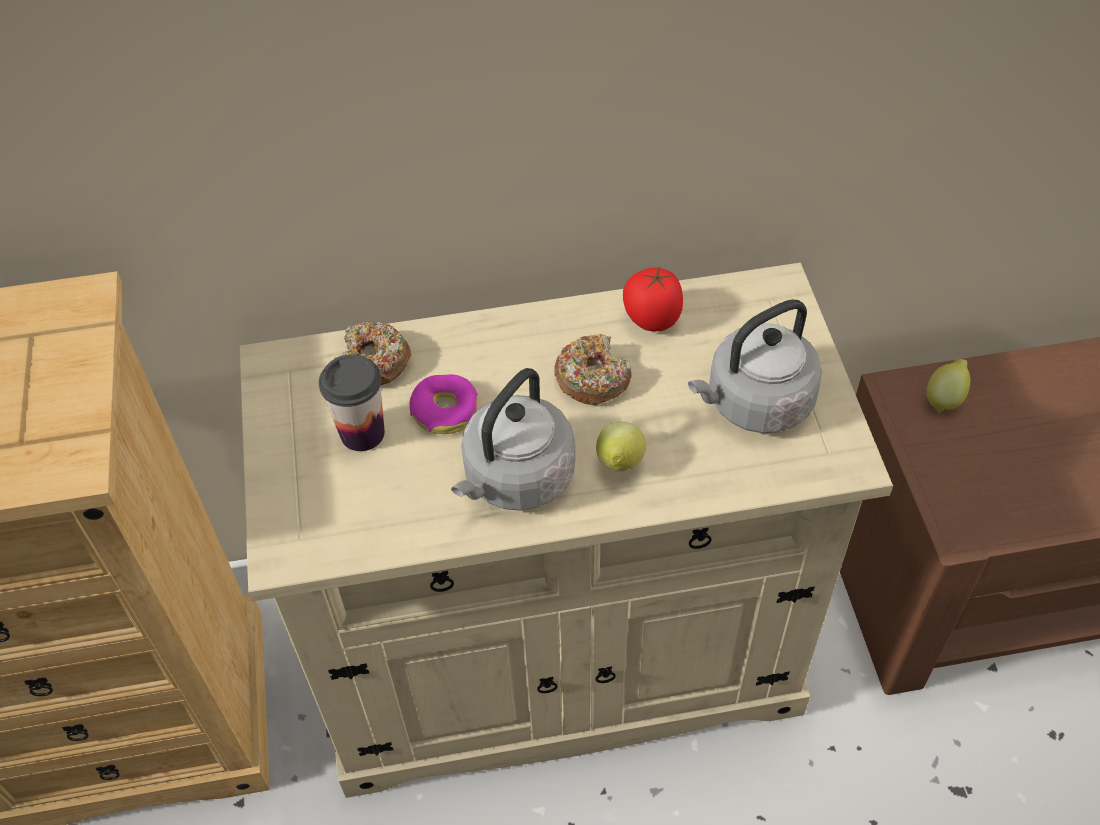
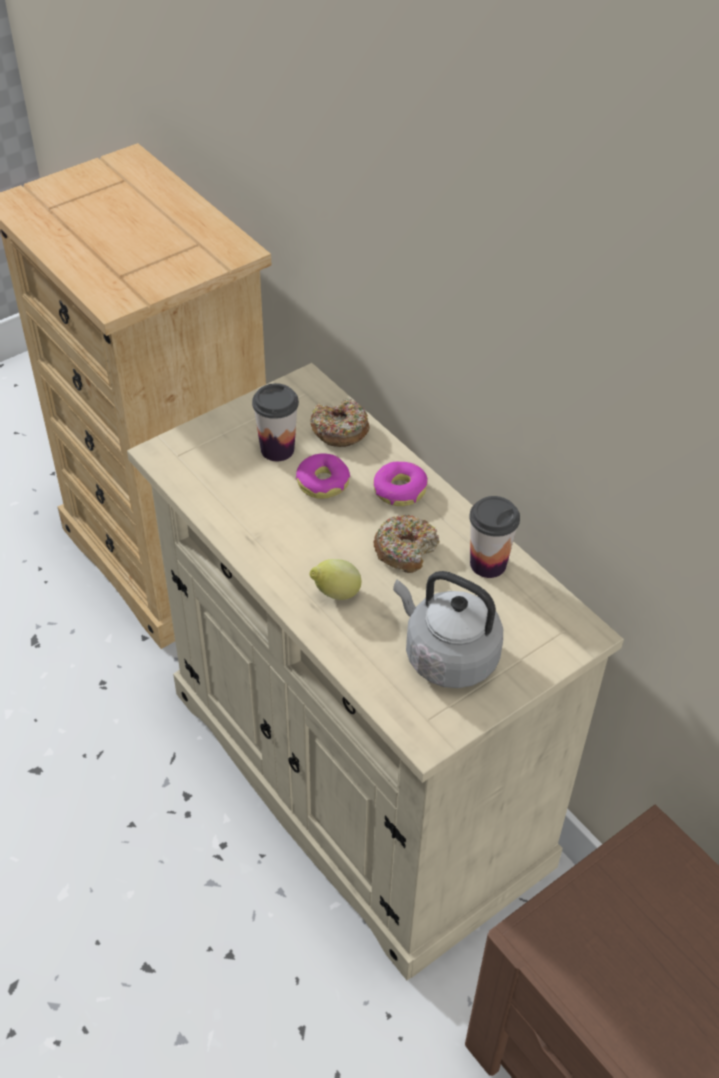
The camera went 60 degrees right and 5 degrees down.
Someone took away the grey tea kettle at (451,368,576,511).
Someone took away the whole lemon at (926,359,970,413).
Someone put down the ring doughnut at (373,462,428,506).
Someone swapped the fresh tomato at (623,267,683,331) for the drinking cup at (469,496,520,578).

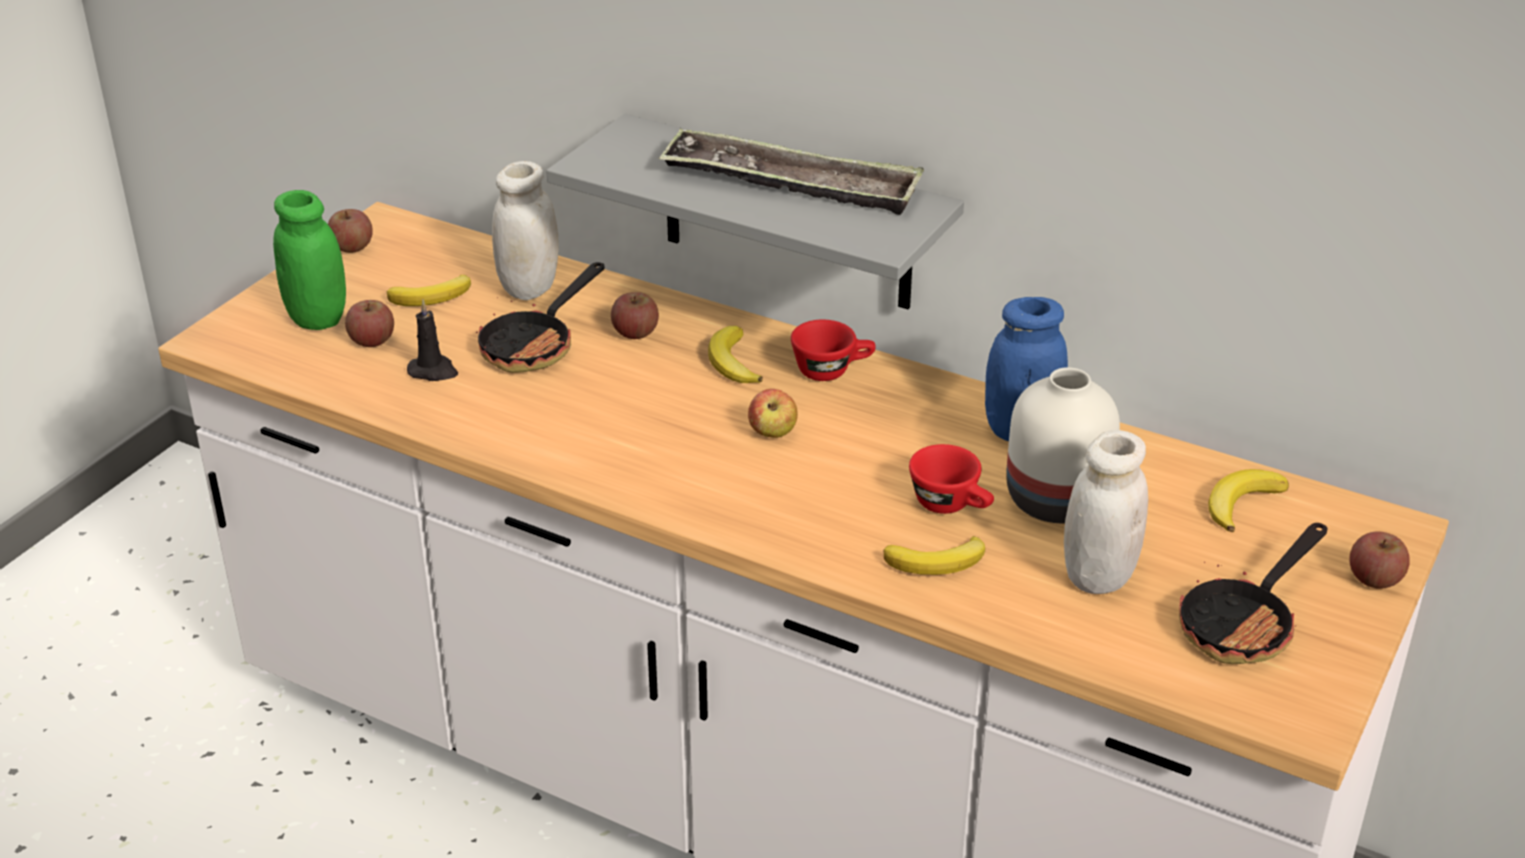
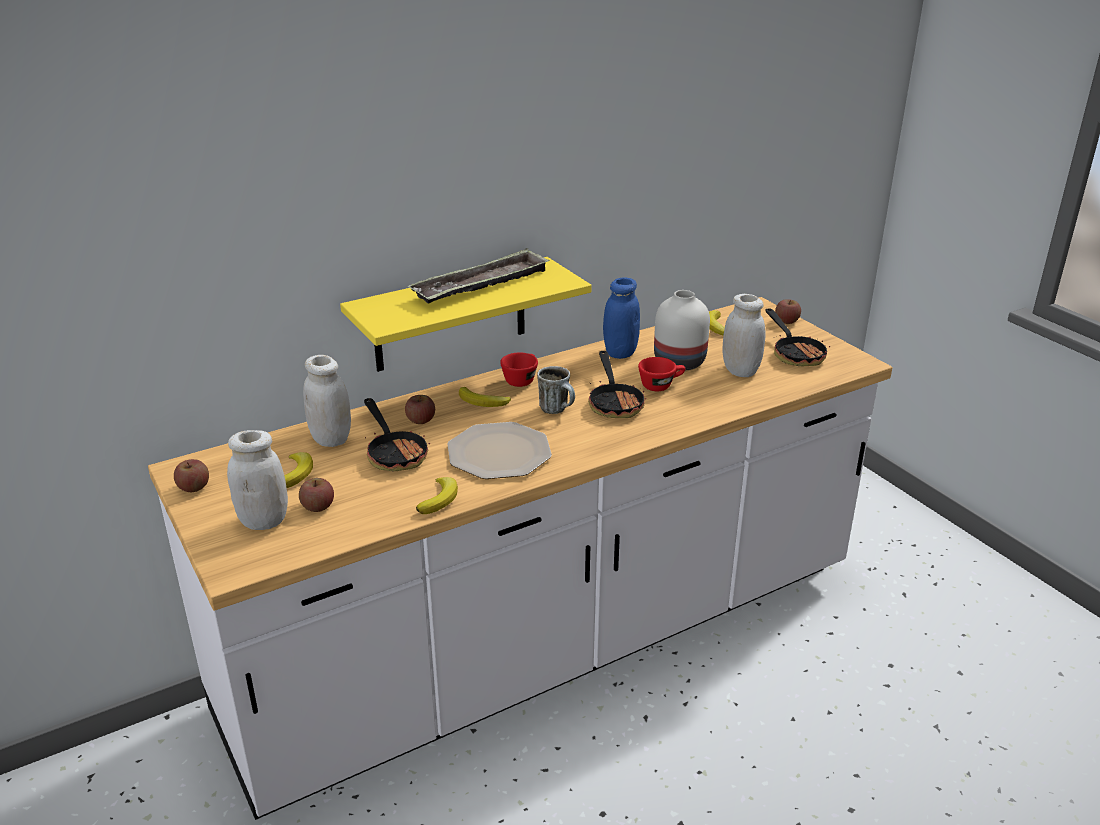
The camera went 60 degrees left and 5 degrees down.
Someone took away the black-coloured wax candle at (407,300,458,381).
Someone put down the dinner plate at (447,422,552,479).
Someone put down the frying pan at (588,351,646,418).
Someone carried the whole banana from (884,536,985,575) to (416,477,458,514).
Someone swapped the apple fruit at (748,389,798,438) for the tea mug at (537,366,575,414).
Someone repainted the green-coloured jar at (273,190,346,330), which became the whitish jar at (227,430,288,530).
Someone repainted the grey wall shelf at (546,114,964,309), which became the yellowish wall shelf at (340,257,592,372).

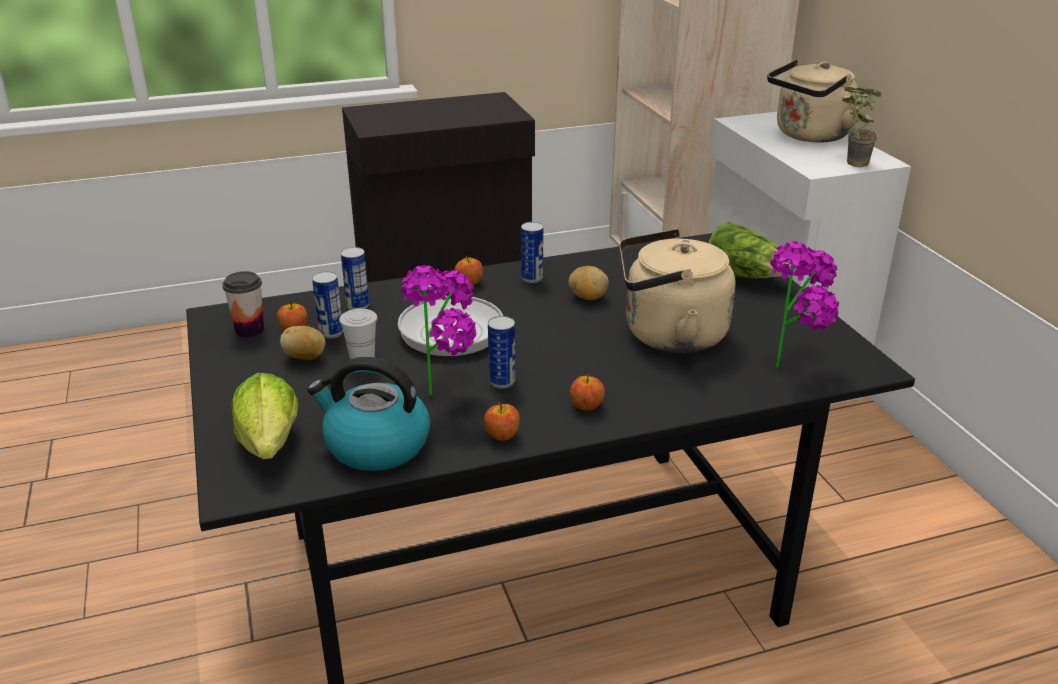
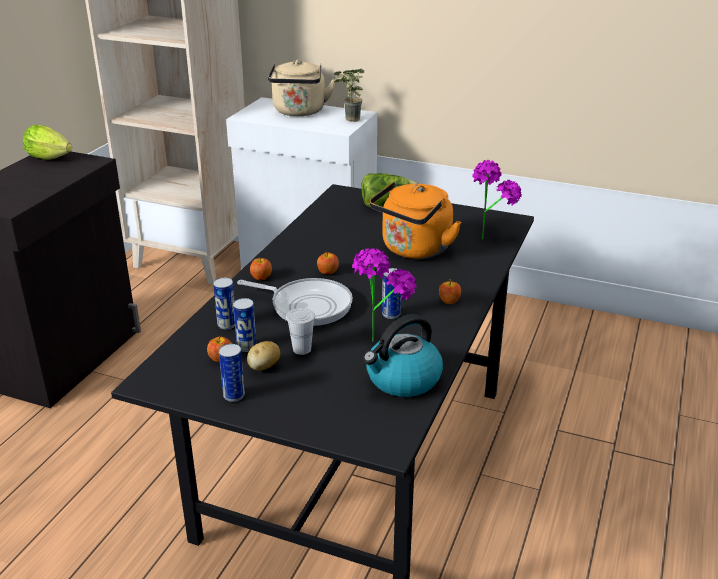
The camera went 50 degrees left and 0 degrees up.
Someone took away the drinking cup at (222,271,264,338).
Someone took away the spud at (569,266,608,300).
Someone carried the lettuce from (231,373,298,459) to (23,125,72,160).
Someone carried the apple fruit from (484,402,520,441) to (317,252,339,274).
Someone carried the metal can from (521,222,543,283) to (219,344,245,402).
Someone repainted the beige-coloured tea kettle at (619,229,735,353), which became the orangey tea kettle at (370,182,461,259).

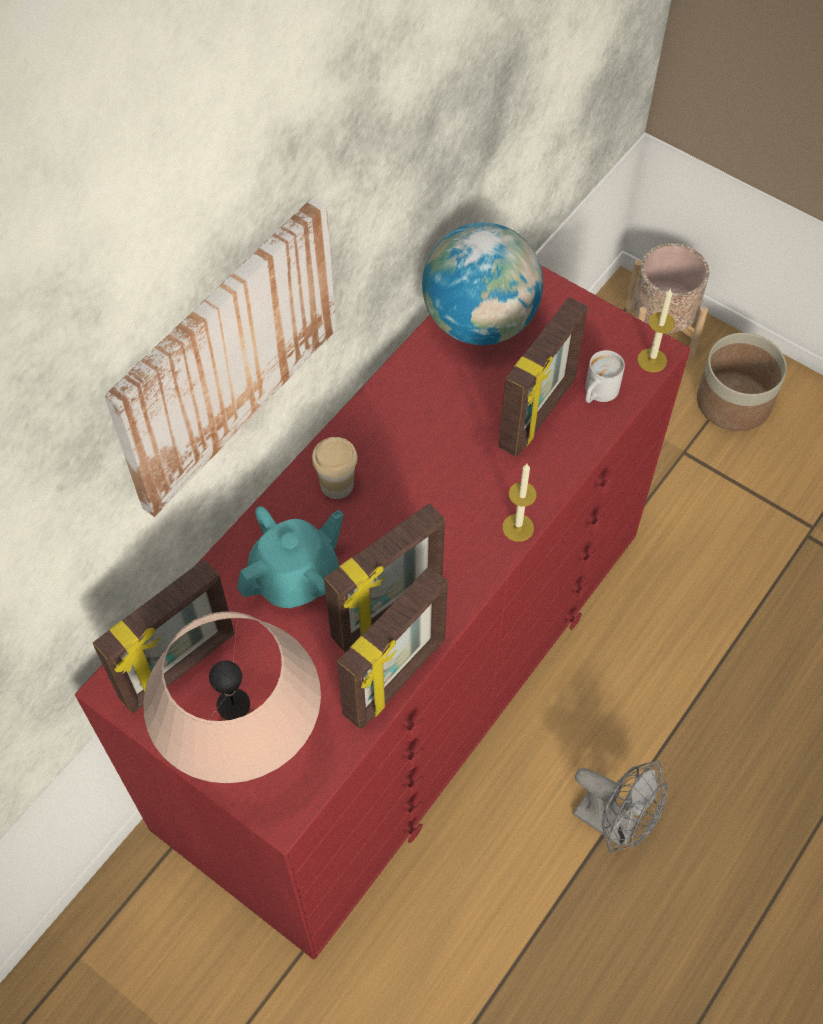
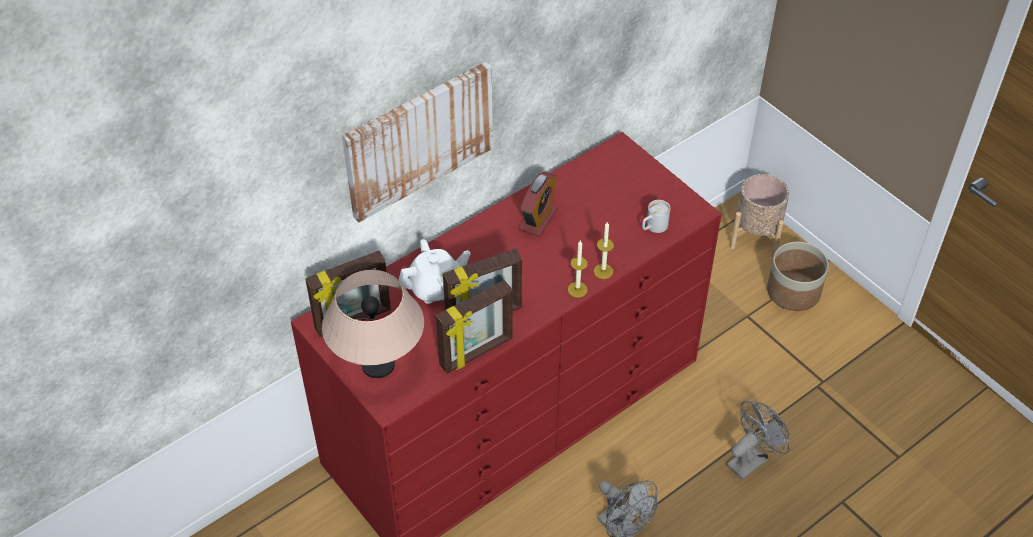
The camera went 15 degrees right and 10 degrees down.
Someone took away the drinking cup at (312,437,357,499).
Someone took away the world globe at (422,222,543,345).
Someone took away the picture frame at (498,297,588,457).
Someone put down the bedside clock at (519,172,558,237).
Someone put down the grey cooling fan at (727,401,790,480).
Someone carried the wax candle from (637,288,675,372) to (594,222,614,279).
Someone repainted the turquoise teapot at (237,506,344,608), which became the whitish teapot at (399,239,471,304).

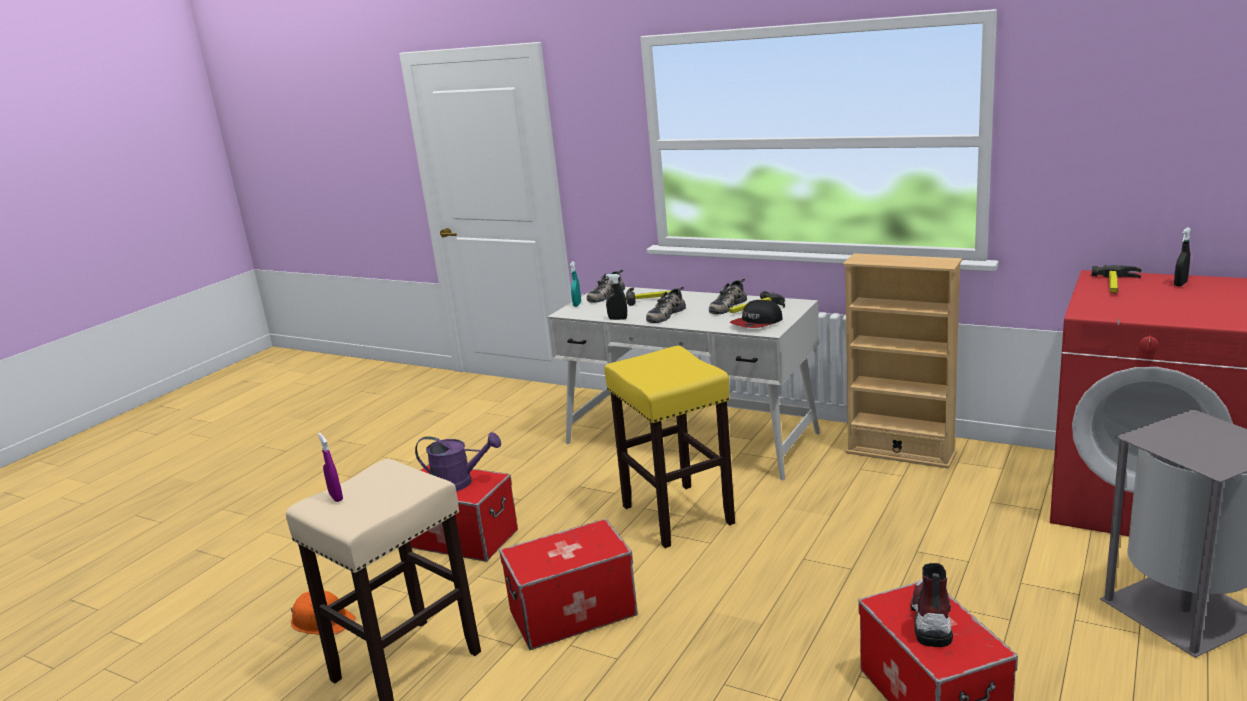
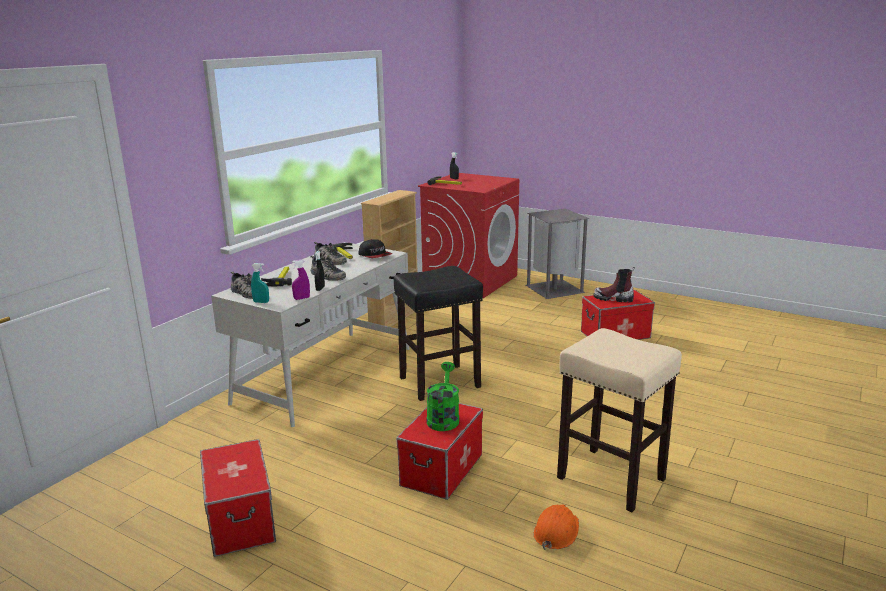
The camera went 90 degrees left and 0 degrees up.
Someone carried the purple-coloured hand sprayer from (318,433,343,502) to (292,259,310,300).
Someone carried the storage box from (499,519,638,650) to (200,439,276,557).
Someone repainted the purple-coloured sprinkling can at (415,432,501,491), which became the green-coloured sprinkling can at (427,362,459,431).
Someone repainted the yellowish stool at (604,346,735,548), which became the black-coloured stool at (394,266,483,401).

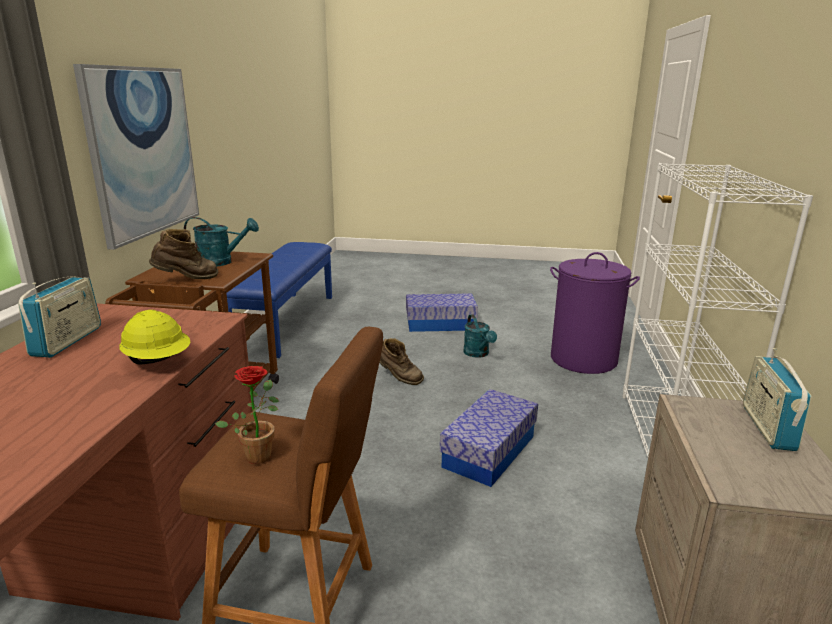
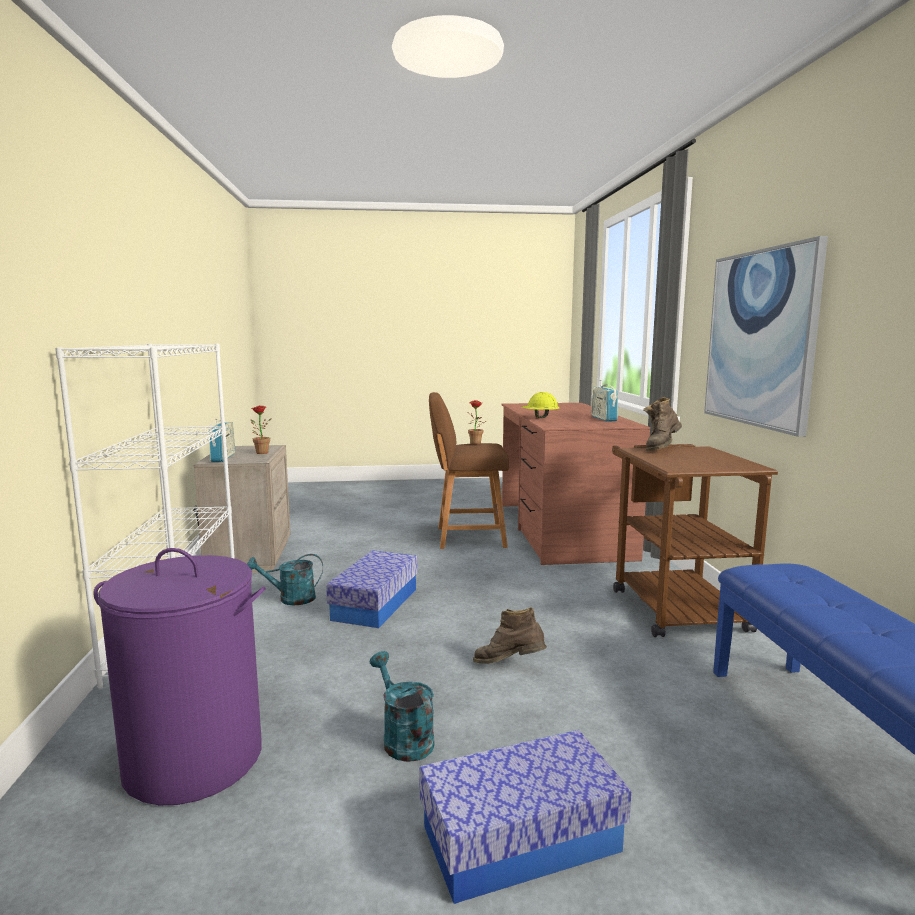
The camera went 165 degrees right and 10 degrees down.
Someone put down the potted plant at (251,406,272,454).
Someone carried the turquoise sprinkling can from (184,217,259,267) to (247,554,323,605).

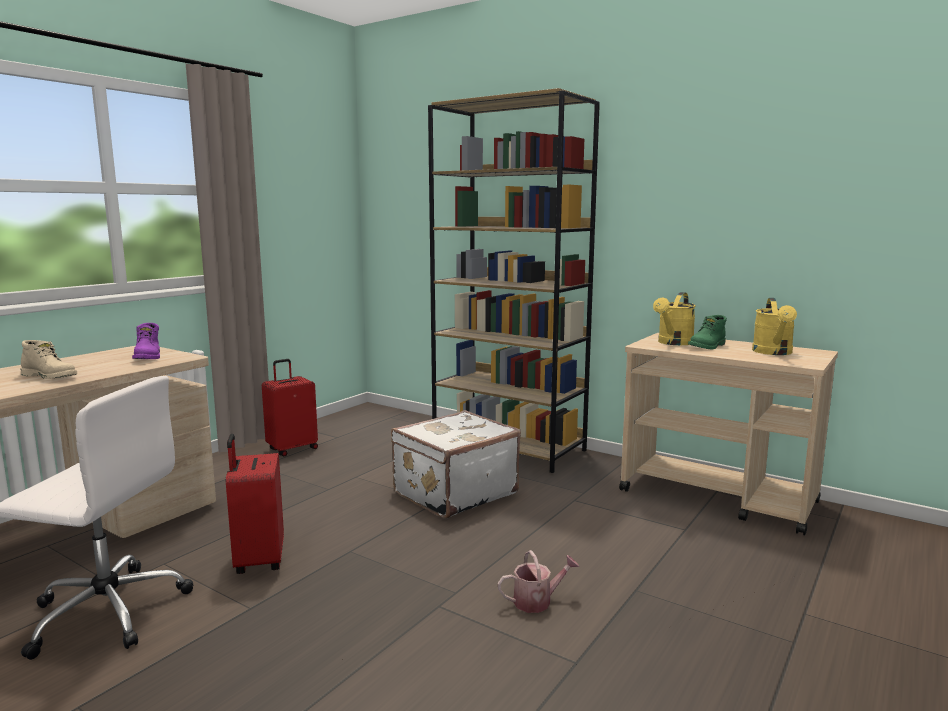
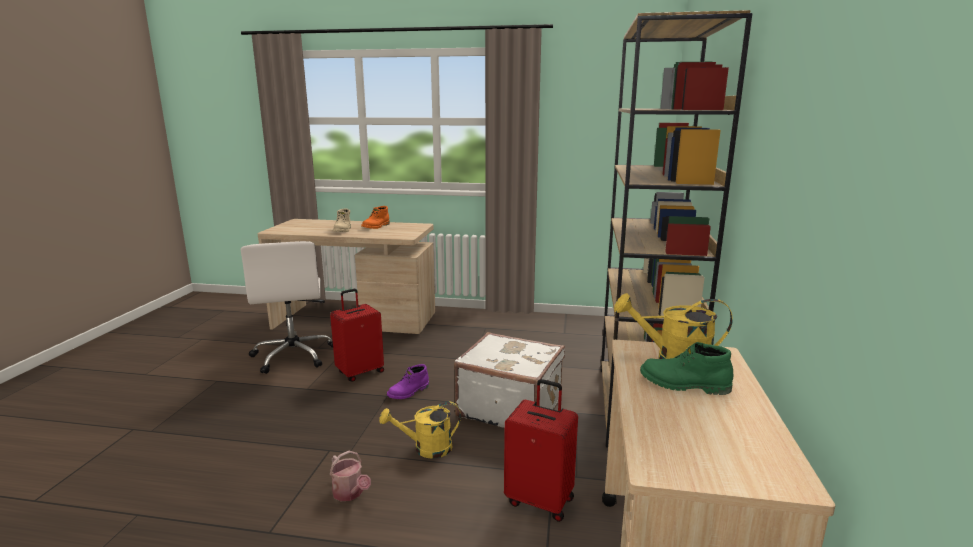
The camera went 65 degrees right and 5 degrees up.
Someone put down the orangey high-top boot at (361,206,390,229).
Someone carried the purple-coloured high-top boot from (132,323,160,359) to (387,364,429,399).
Someone carried the reddish travel case from (262,359,318,456) to (504,379,578,522).
Someone carried the yellowish sprinkling can from (752,298,797,355) to (379,402,461,459).

